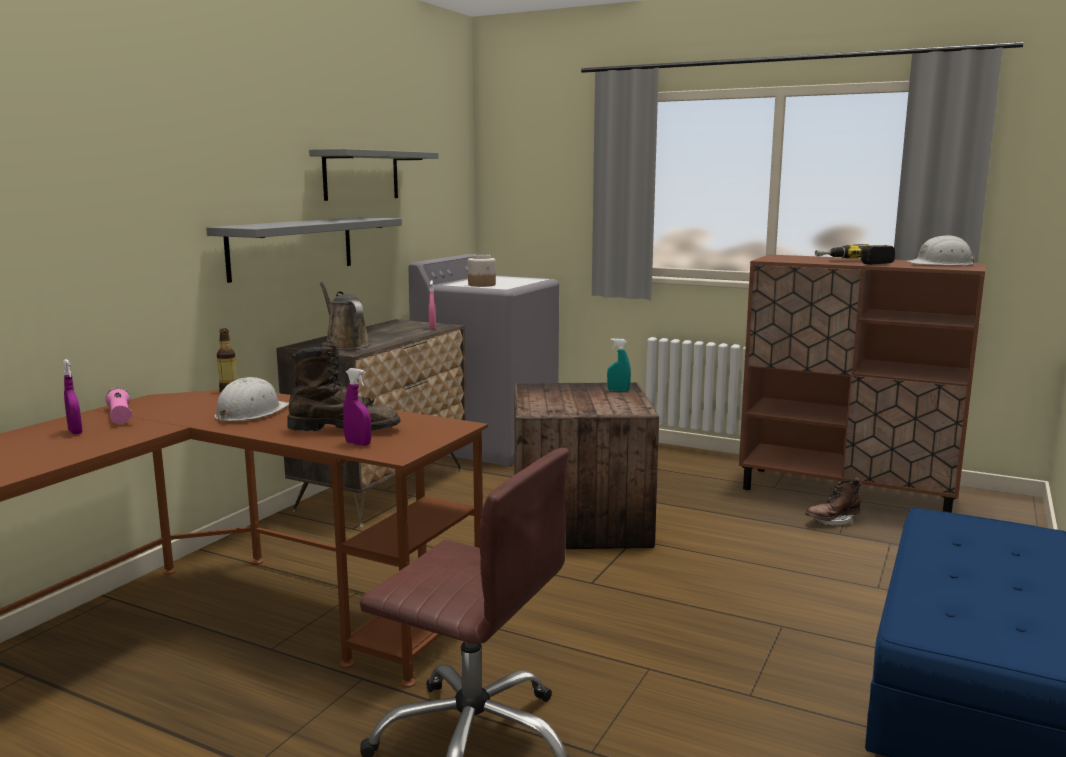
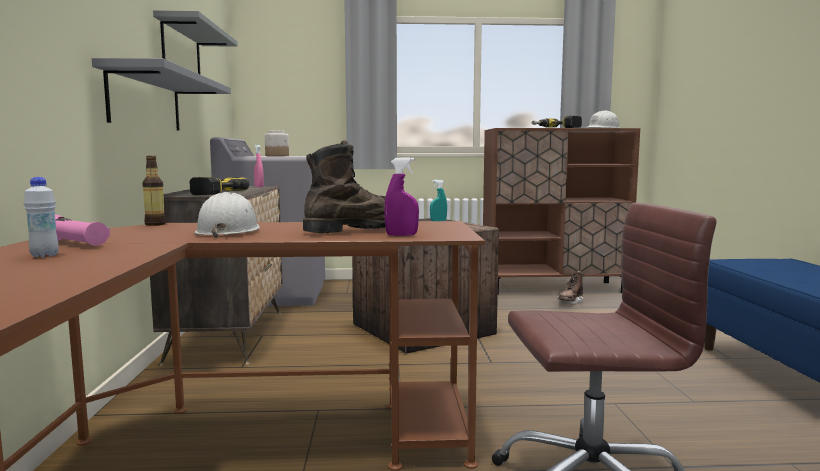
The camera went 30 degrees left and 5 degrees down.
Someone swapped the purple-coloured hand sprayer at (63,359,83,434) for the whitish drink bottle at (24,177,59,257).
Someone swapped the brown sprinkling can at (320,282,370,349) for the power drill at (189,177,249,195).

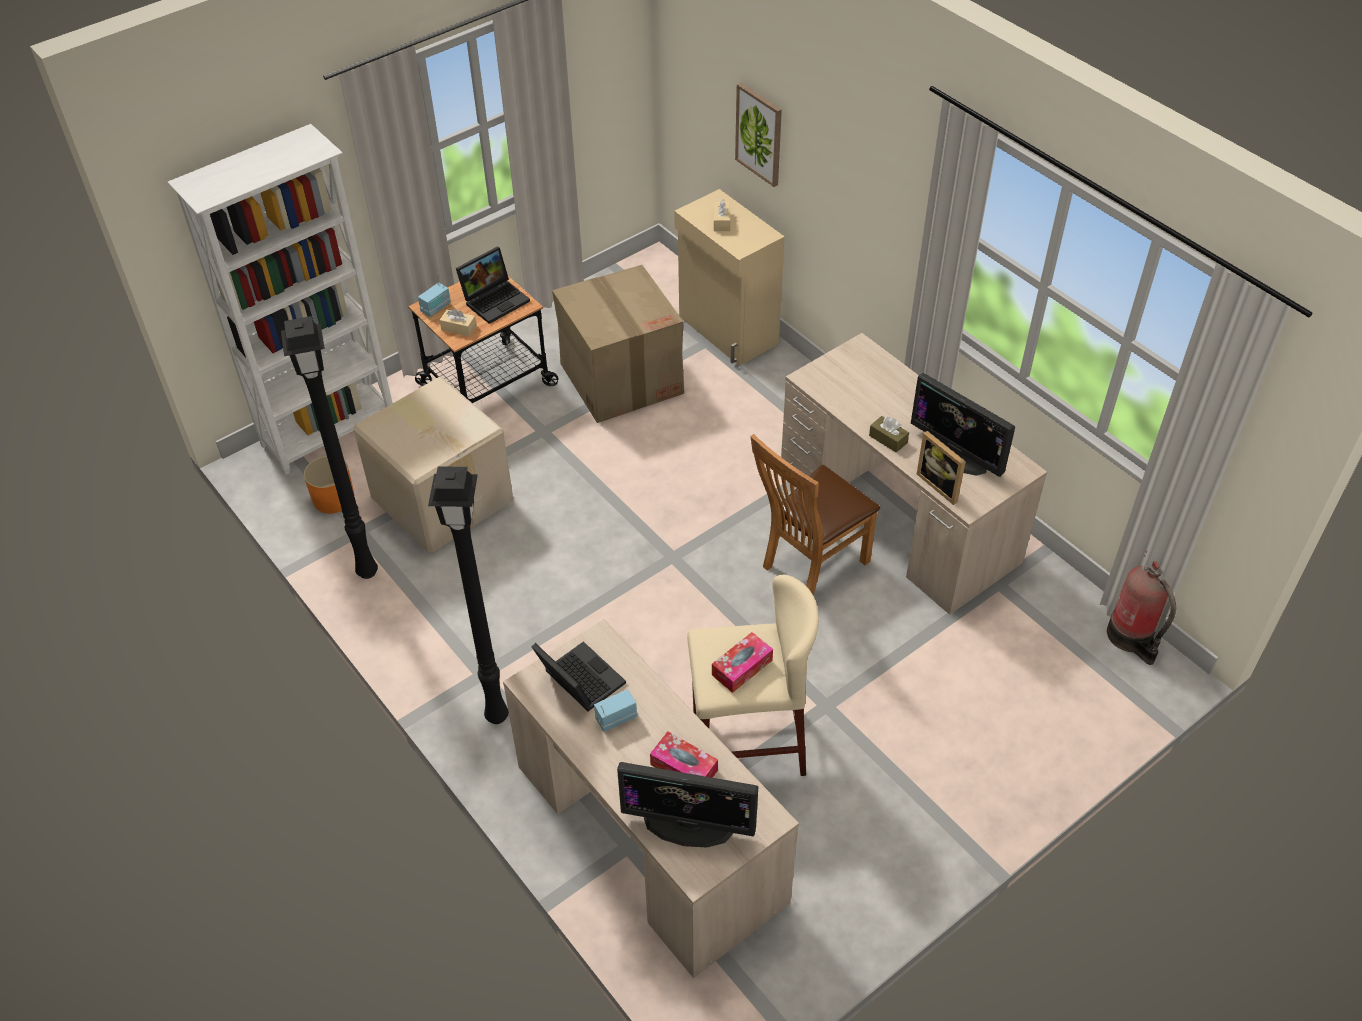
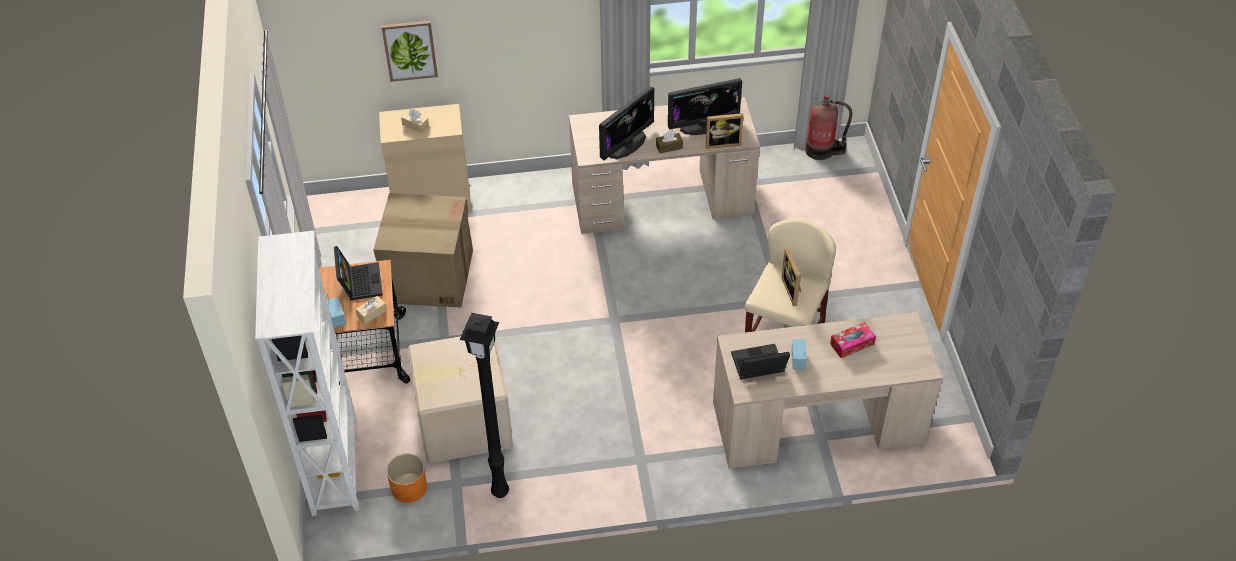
The camera went 60 degrees left and 0 degrees up.
Someone took away the black-coloured floor lamp at (428,466,509,724).
Someone took away the brown chair at (750,434,880,595).
Someone carried the monitor from (617,762,758,848) to (599,86,654,160).
Someone swapped the tissue holder at (712,632,773,693) for the picture frame at (781,248,801,306).

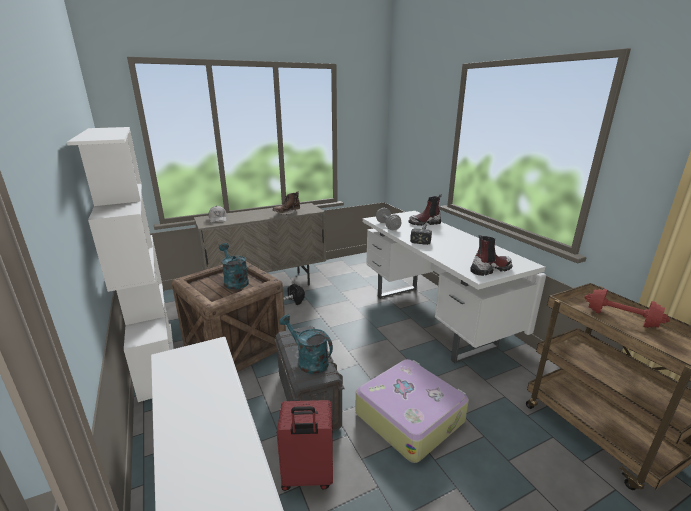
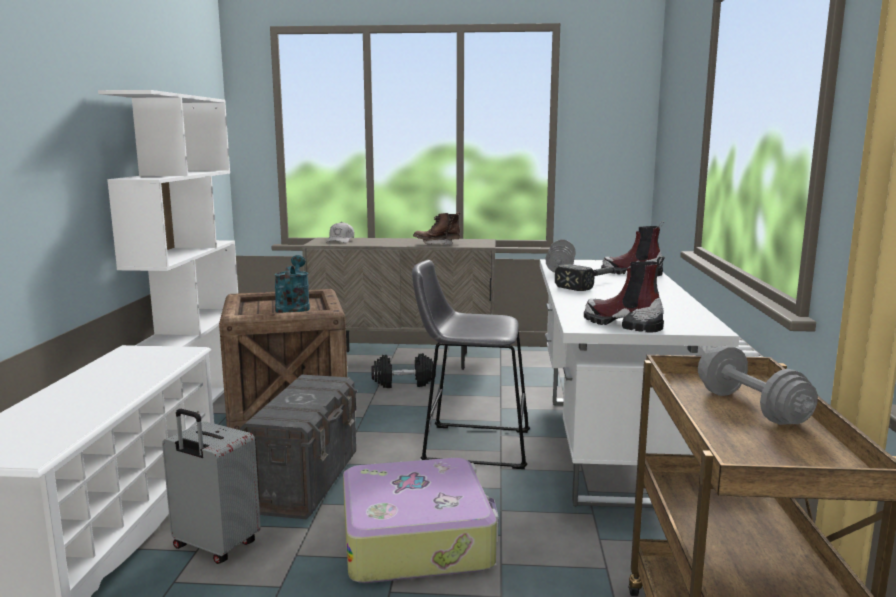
The camera went 30 degrees right and 10 degrees down.
Someone took away the turquoise sprinkling can at (279,314,333,374).
Someone put down the grey stool at (412,260,530,469).
Someone repainted the reddish travel case at (277,400,333,491), which became the grey travel case at (162,409,261,564).
Someone repainted the reddish hand weight at (584,289,670,328), which became the grey hand weight at (698,345,818,425).
Someone rotated the high-top boot at (470,235,512,276) by 150 degrees counterclockwise.

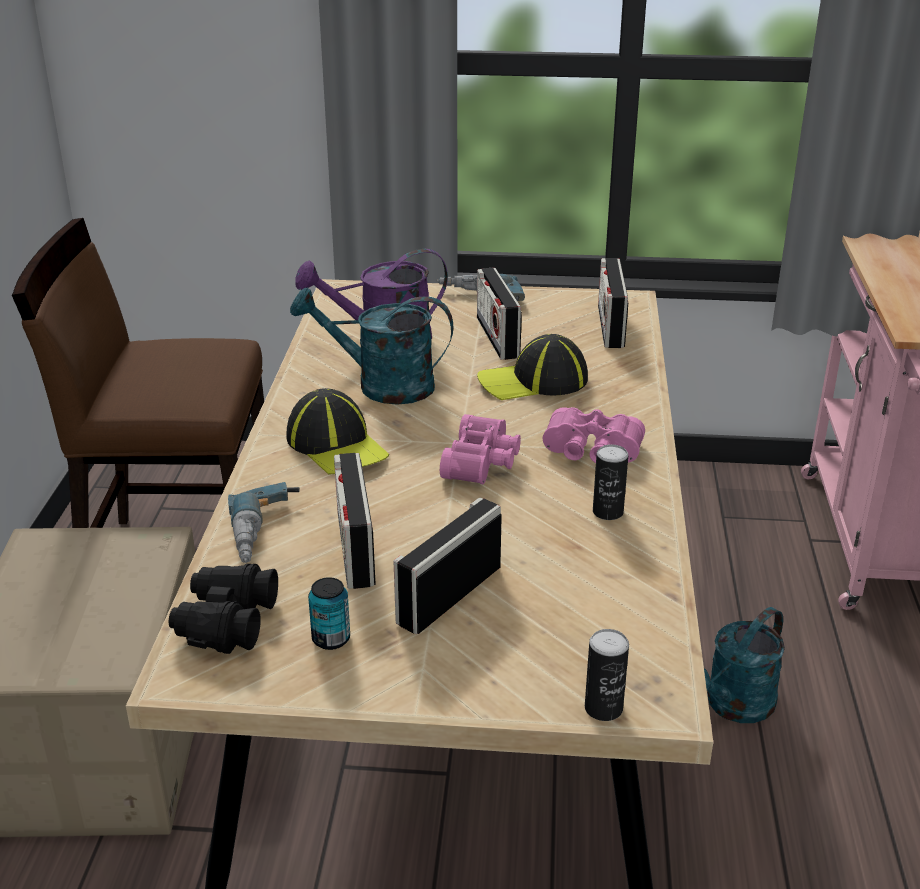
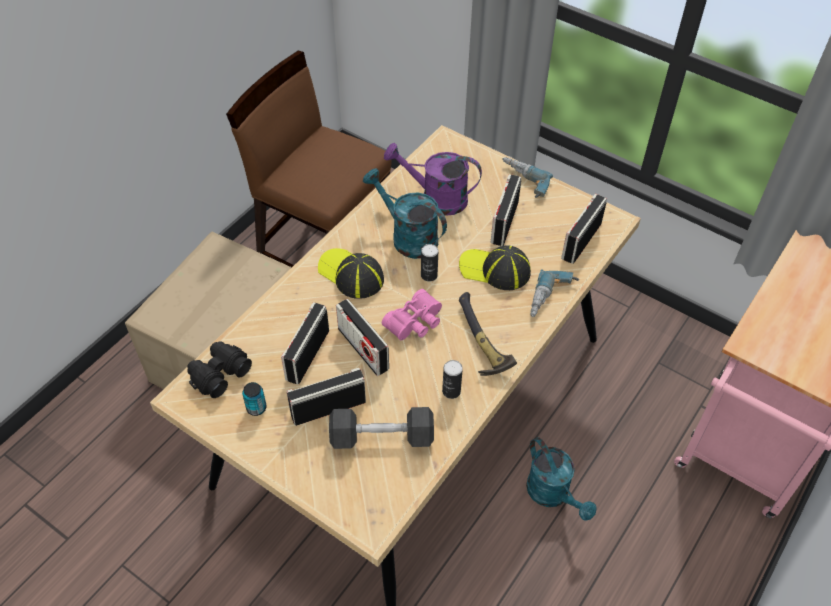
The camera went 30 degrees right and 20 degrees up.
Someone put down the grey hand weight at (329,407,434,449).
Someone put down the radio set at (336,299,389,376).
Someone carried the power drill from (228,482,300,563) to (530,269,579,317).
Someone carried the metal can from (585,629,629,721) to (421,244,438,282).
Someone swapped the pinkish pair of binoculars at (543,407,645,463) for the hand hammer at (459,292,517,376).
Someone rotated the cap at (287,388,389,475) by 135 degrees clockwise.
Someone rotated the turquoise sprinkling can at (704,607,785,723) by 105 degrees counterclockwise.

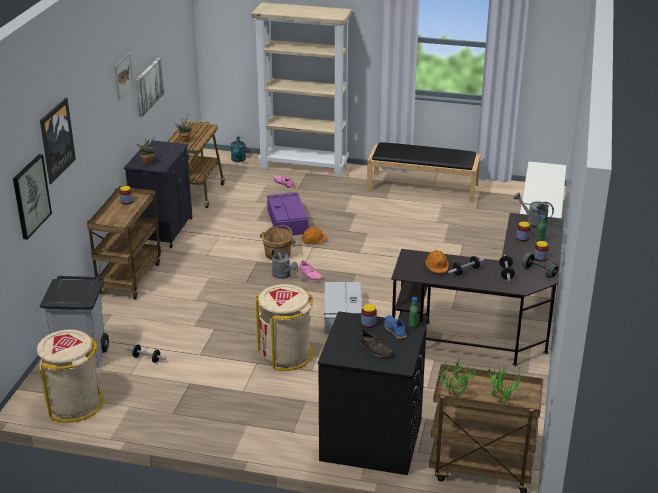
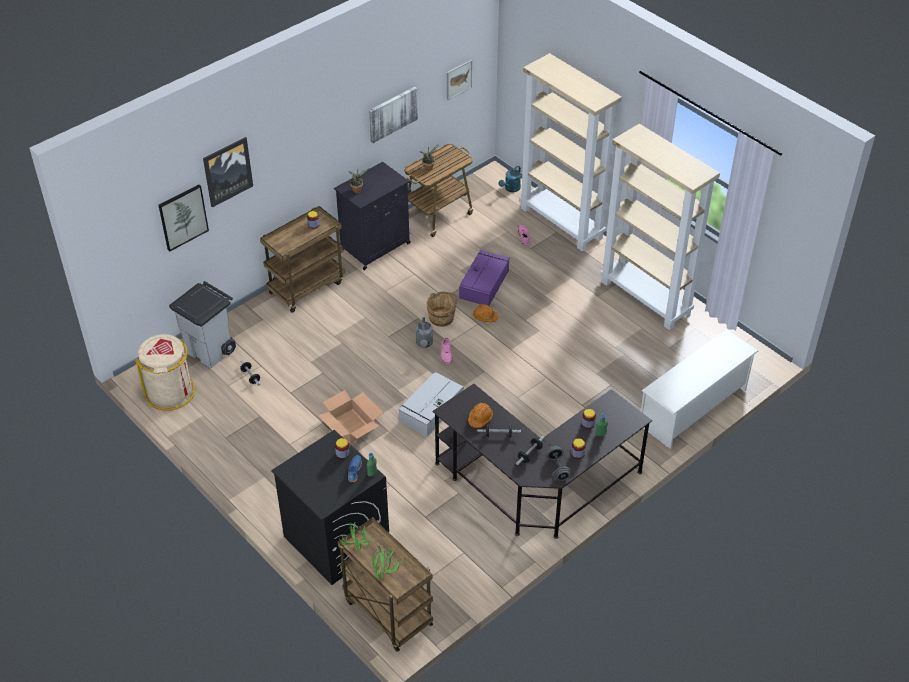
The camera went 35 degrees right and 15 degrees up.
Someone took away the brown item of footwear at (359,330,393,357).
Someone took away the grey sprinkling can at (514,193,554,229).
Someone carried the picture from (114,53,133,101) to (447,60,472,100).
Someone swapped the beige-coloured waste bin at (256,284,313,371) for the cardboard box at (318,390,384,443).
Someone swapped the black-coloured long seat at (367,142,481,202) for the beige-coloured bookshelf at (600,124,720,330).

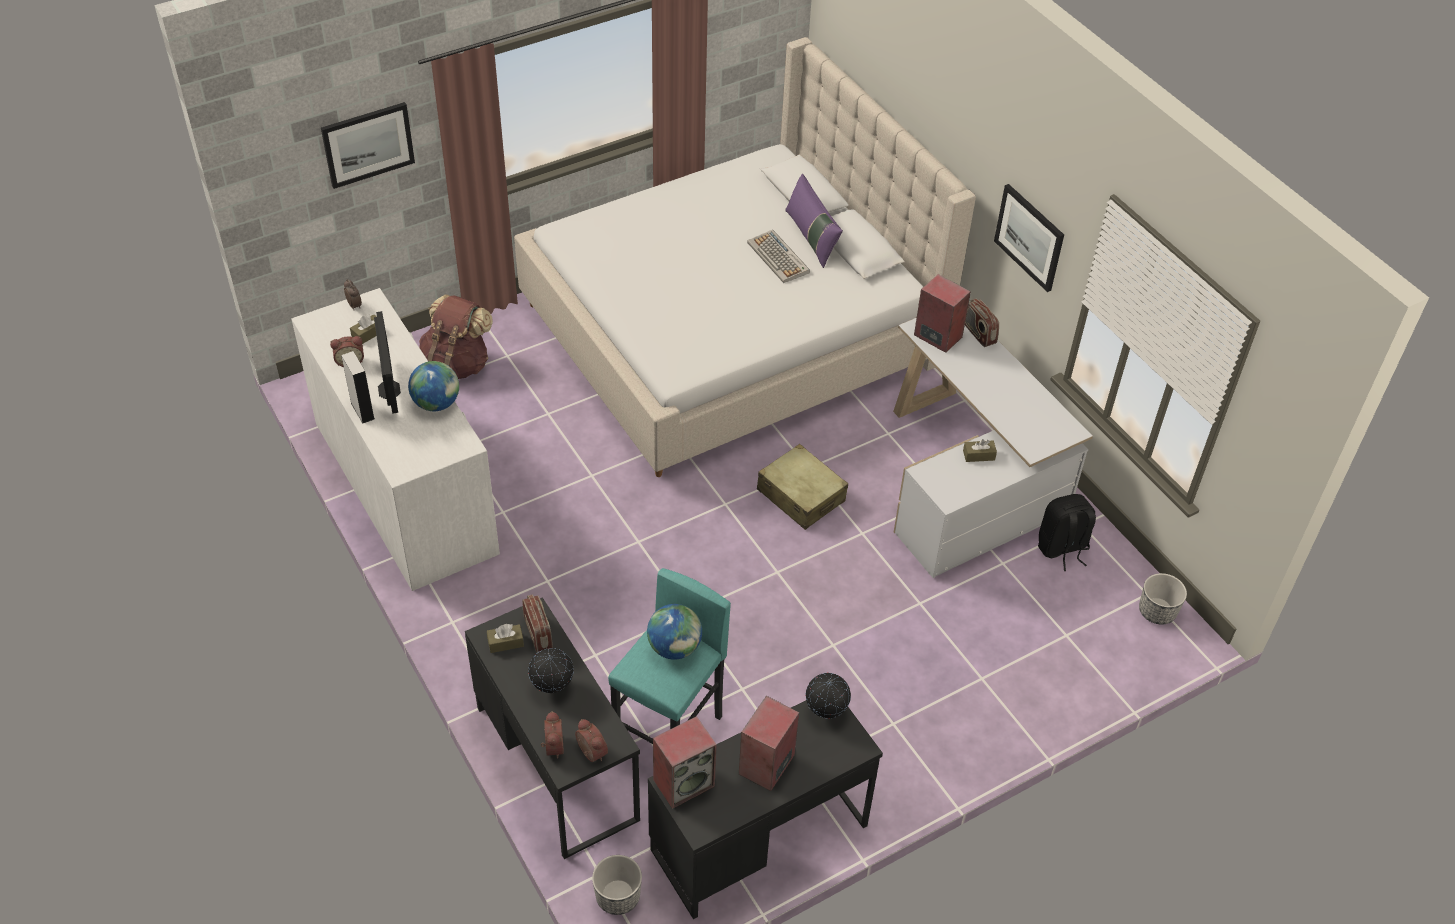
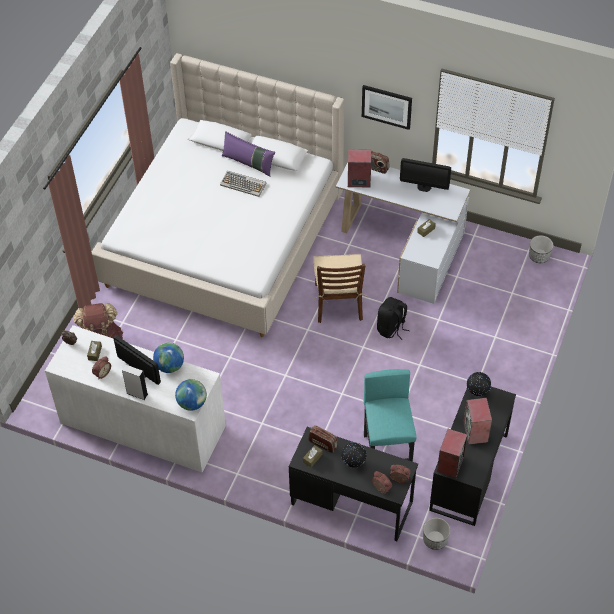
The camera went 35 degrees left and 5 degrees up.
Someone took away the picture at (321,102,415,189).
Someone put down the monitor at (400,158,451,192).
Someone carried the world globe from (647,604,702,660) to (175,379,207,411).
Someone carried the black-coloured backpack from (1038,494,1096,571) to (377,297,410,340).
Someone swapped the beige-coloured travel case at (757,444,848,530) for the brown chair at (313,254,367,323).

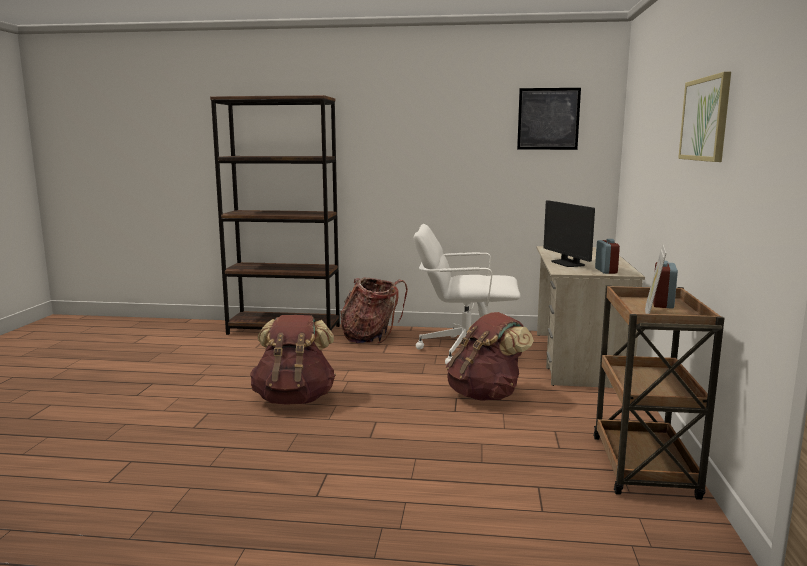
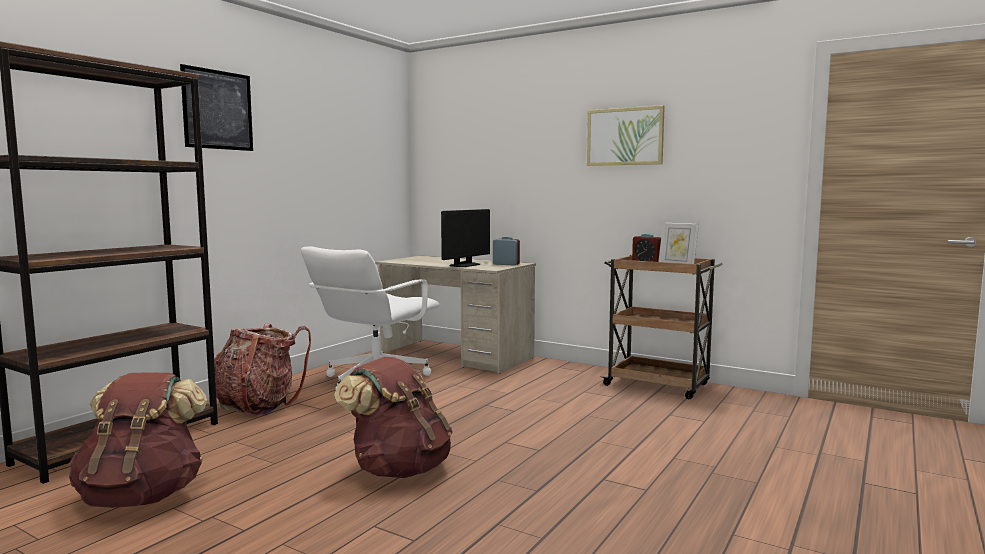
The camera went 65 degrees left and 5 degrees down.
Someone carried the brown backpack from (446,312,534,400) to (69,372,207,508).
Someone carried the picture from (517,88,581,150) to (180,64,253,151).
Someone rotated the monitor at (544,200,595,267) by 60 degrees counterclockwise.

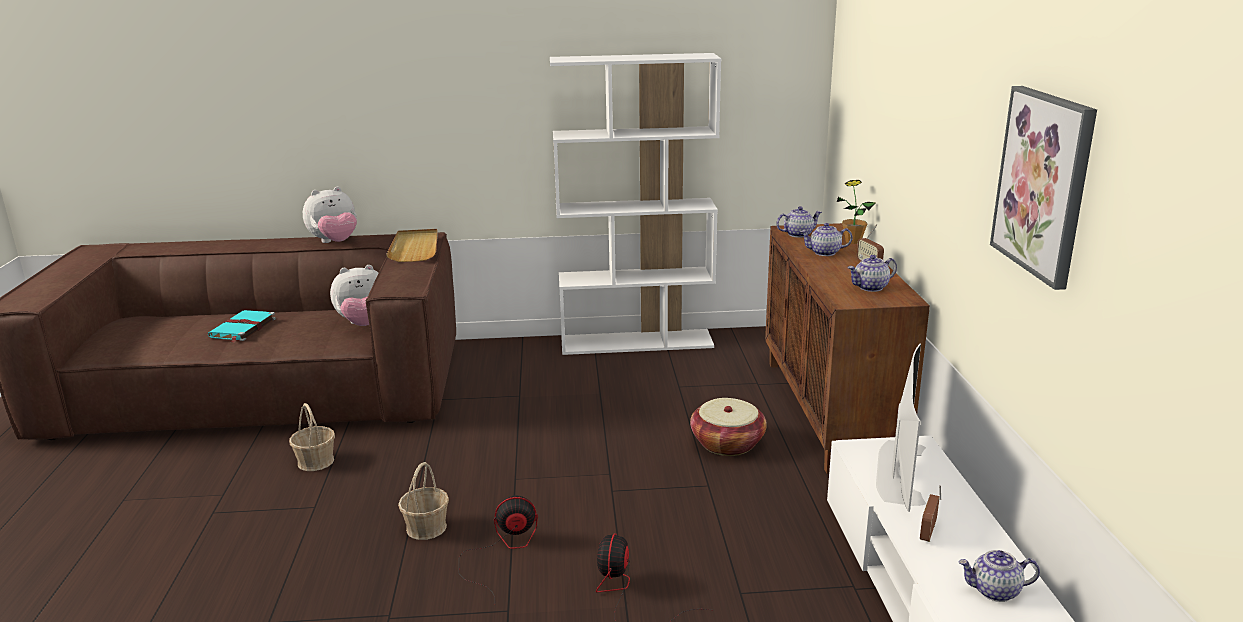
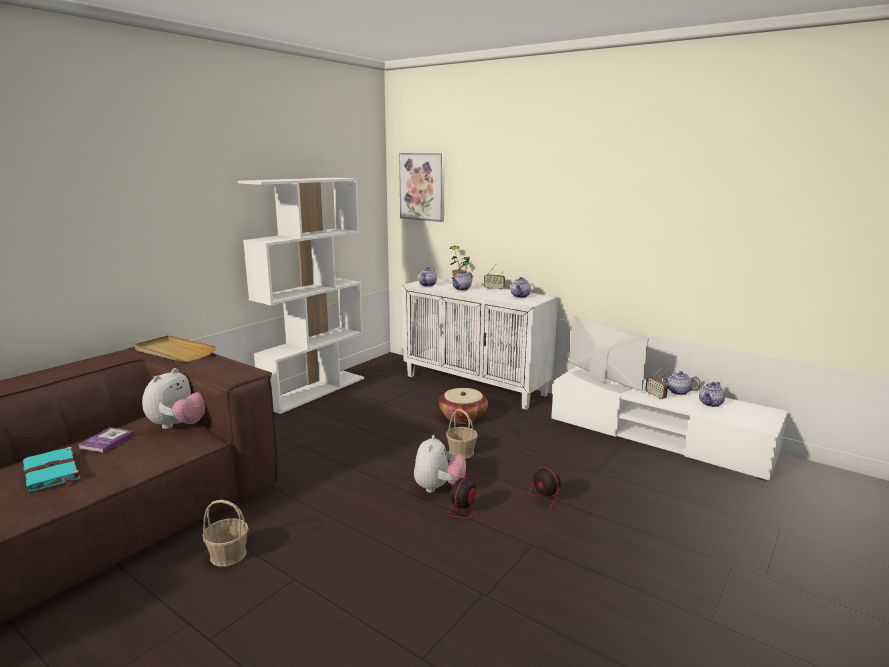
The camera went 50 degrees left and 5 degrees down.
Someone put down the bound book at (78,428,134,453).
Someone put down the teapot at (661,371,700,395).
Someone carried the plush toy from (303,186,357,243) to (414,435,466,493).
Someone carried the storage basket from (398,462,449,540) to (446,409,478,459).
Someone carried the picture from (990,86,1097,290) to (399,153,445,222).
Someone repainted the brown storage cabinet at (765,223,930,474), which became the whitish storage cabinet at (403,278,558,410).

